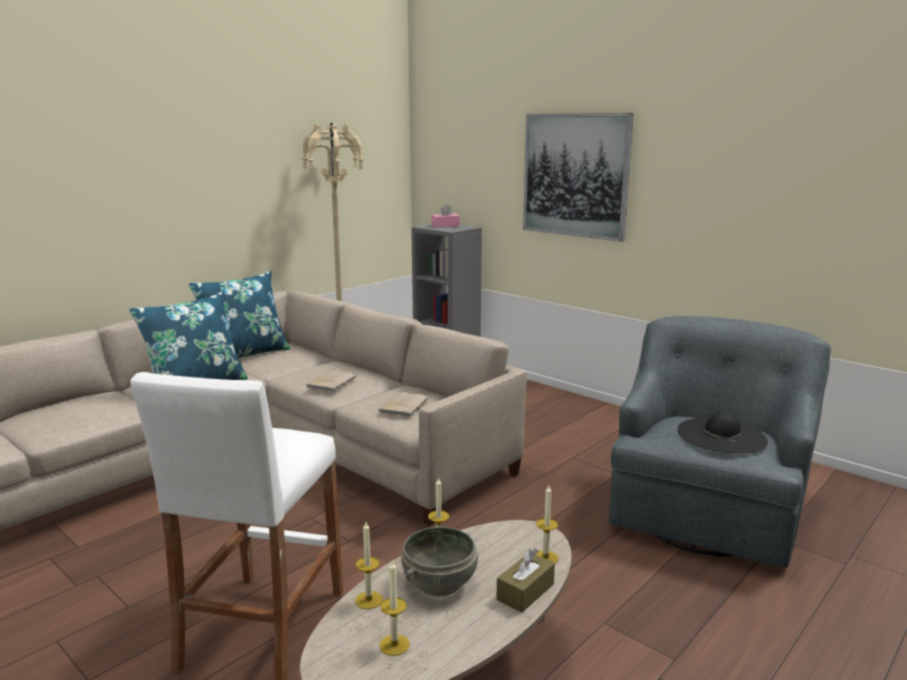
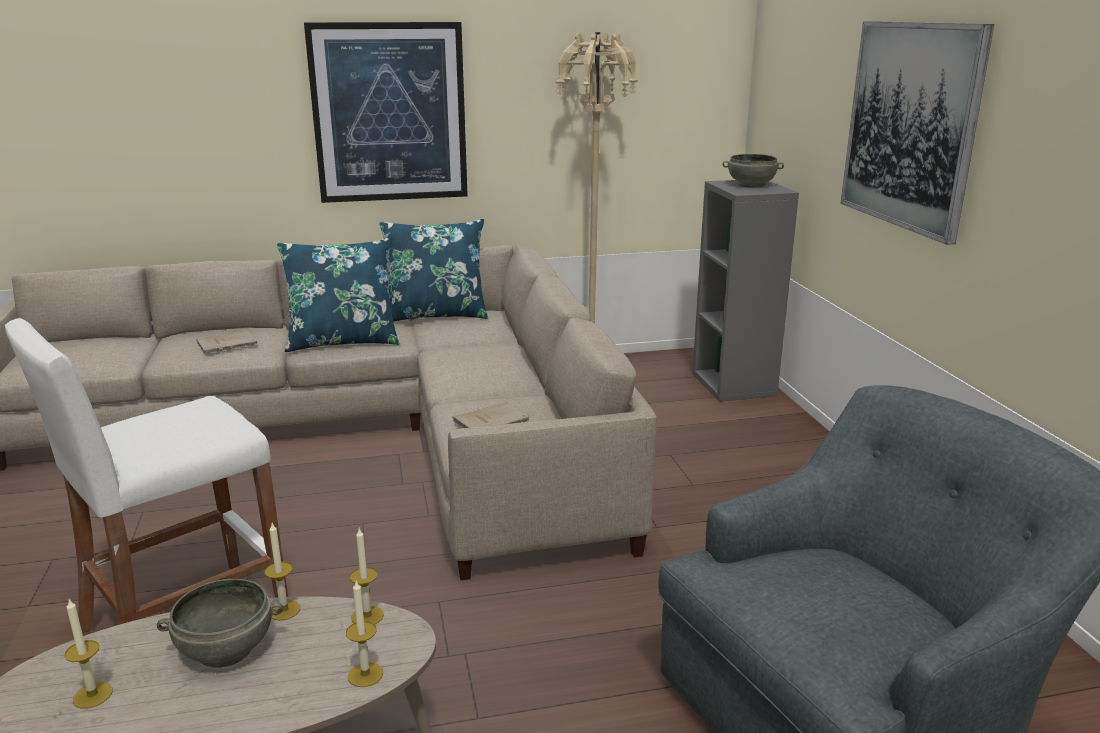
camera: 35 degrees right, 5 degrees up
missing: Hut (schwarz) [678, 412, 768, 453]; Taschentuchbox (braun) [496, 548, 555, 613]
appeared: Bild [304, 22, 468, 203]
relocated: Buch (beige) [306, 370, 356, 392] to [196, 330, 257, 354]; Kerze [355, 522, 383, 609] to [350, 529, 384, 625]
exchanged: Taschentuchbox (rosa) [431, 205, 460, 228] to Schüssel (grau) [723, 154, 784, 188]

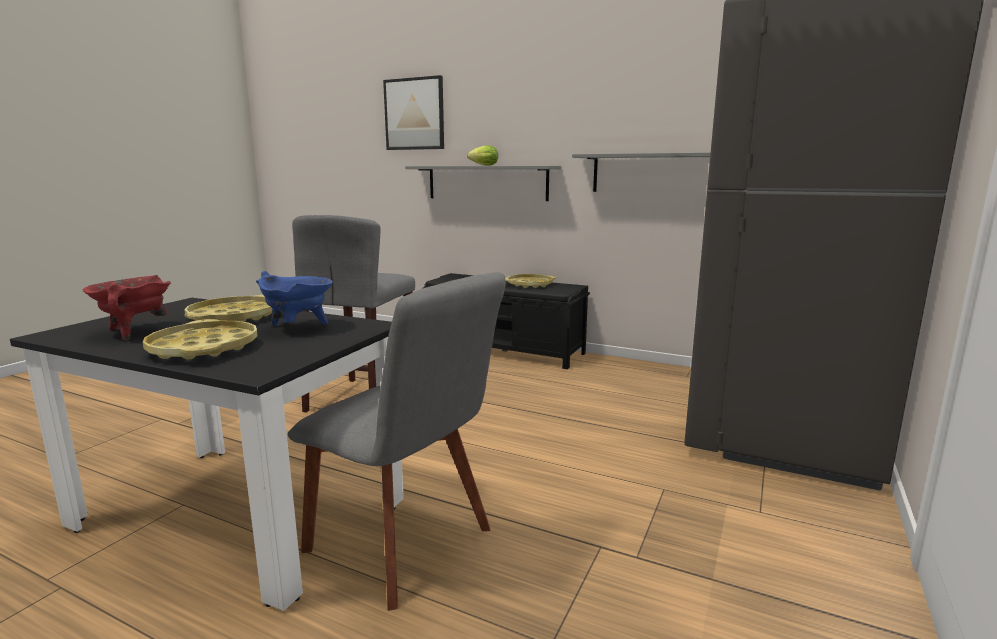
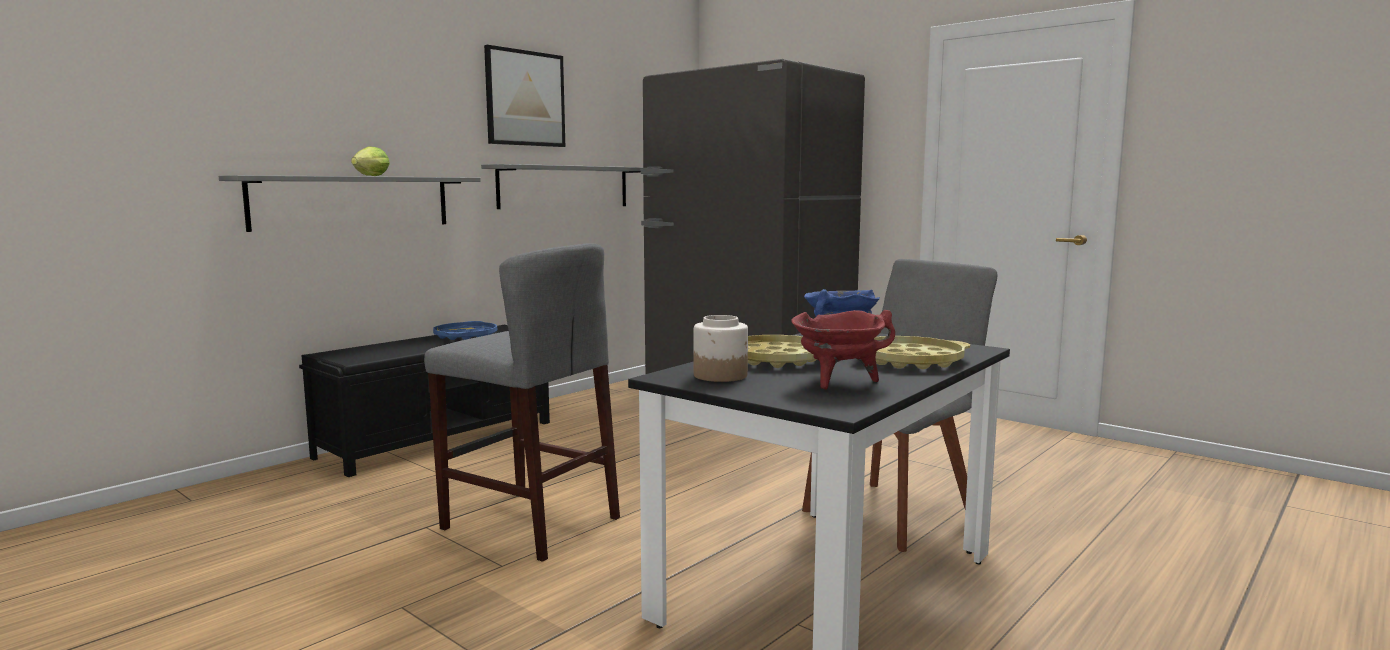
camera: 75 degrees left, 5 degrees down
appeared: Vorratsglas [694, 315, 748, 382]
relocated: Bild [383, 75, 444, 150] to [484, 45, 565, 147]
colour: Tablett (gelb) [505, 274, 556, 288] to Tablett (blau) [433, 321, 497, 340]

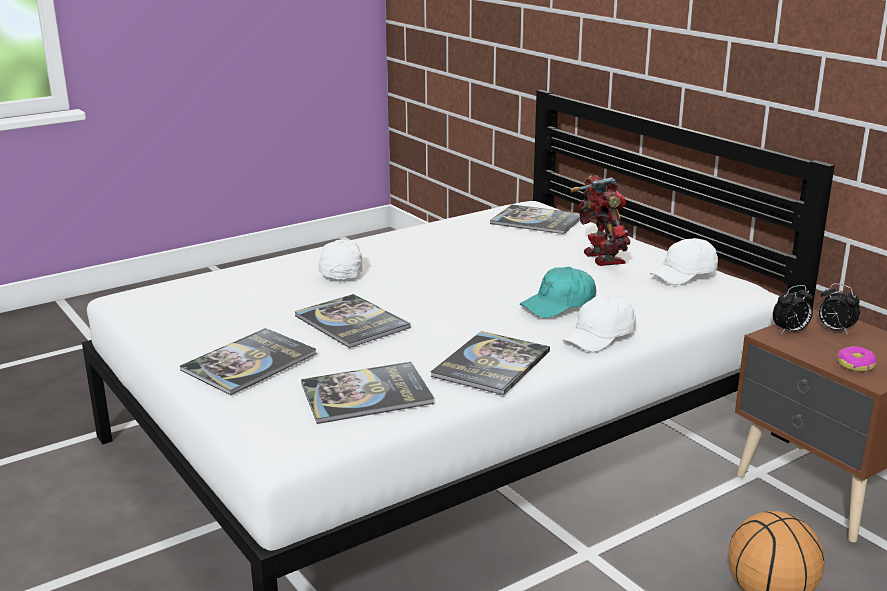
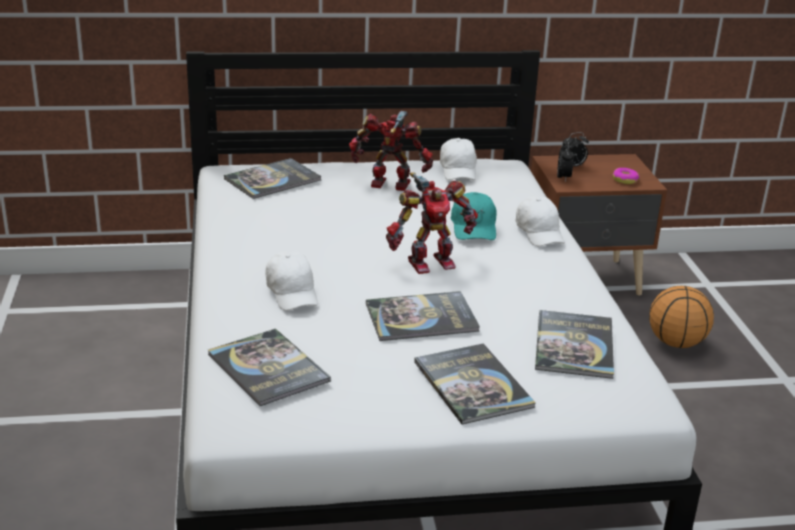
camera: 65 degrees left, 5 degrees up
appeared: Spielzeugroboter [386, 172, 478, 274]
relocated: Buch [430, 331, 550, 395] to [208, 329, 331, 406]
spun: Kappe (weiß) [319, 240, 362, 279] = [265, 251, 318, 311] 135 degrees counterclockwise

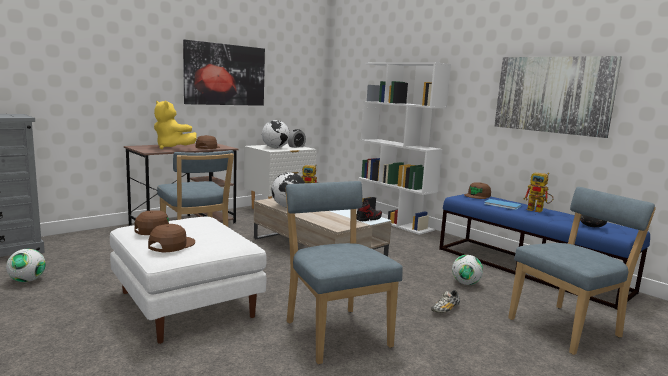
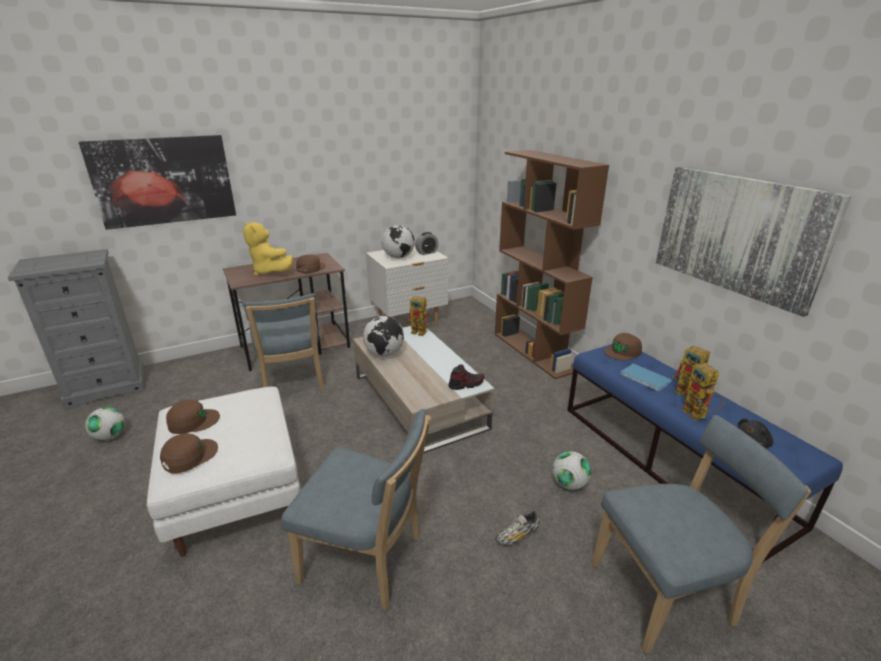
camera: 15 degrees right, 15 degrees up
appeared: Spielzeugroboter [681, 363, 725, 420]
relocated: Bild [183, 40, 265, 106] to [79, 135, 236, 230]
colour: Bücherregal (weiß) [358, 62, 451, 235] to Bücherregal (braun) [495, 150, 609, 379]
spun: Stuhl (blau) [286, 181, 403, 364] = [282, 409, 431, 611] 120 degrees clockwise

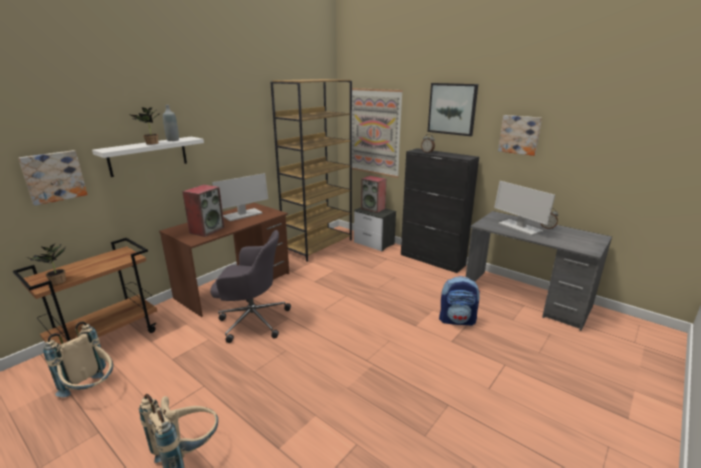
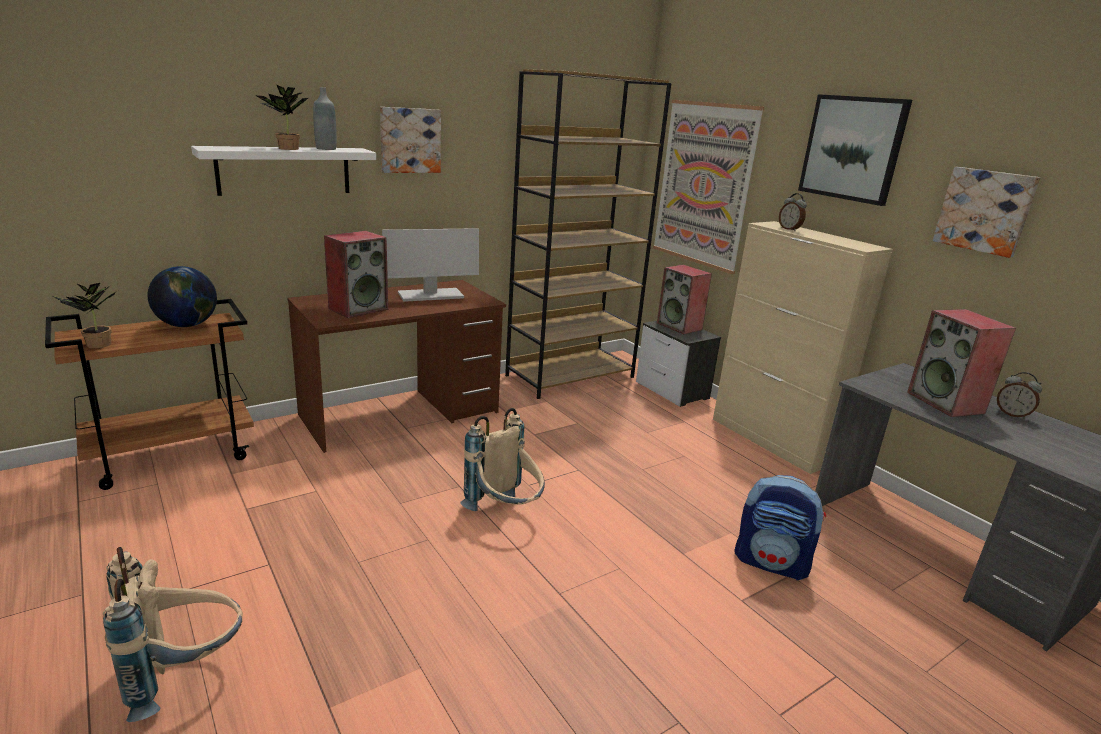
camera: 15 degrees right, 0 degrees up
missing: Bürostuhl (grau) [210, 230, 291, 343]
appeared: Globus [147, 266, 217, 327]
relocated: Bild [18, 150, 87, 206] to [380, 107, 441, 173]; Rucksack (beige) [43, 321, 113, 397] to [460, 408, 545, 511]
exchanged: Monitor [494, 181, 555, 236] to Lautsprecher [907, 309, 1016, 417]
colour: Schrank (schwarz) [401, 148, 479, 273] to Schrank (beige) [713, 221, 893, 474]

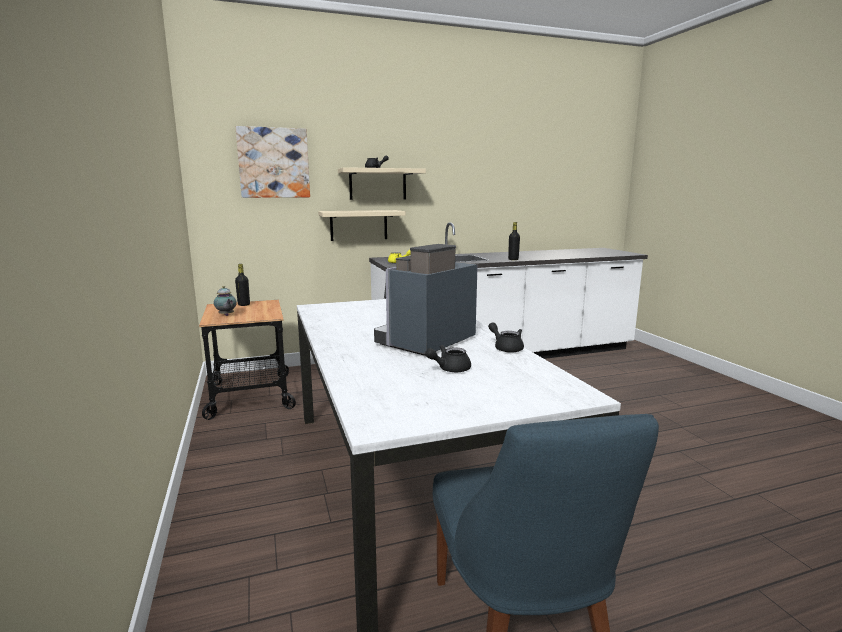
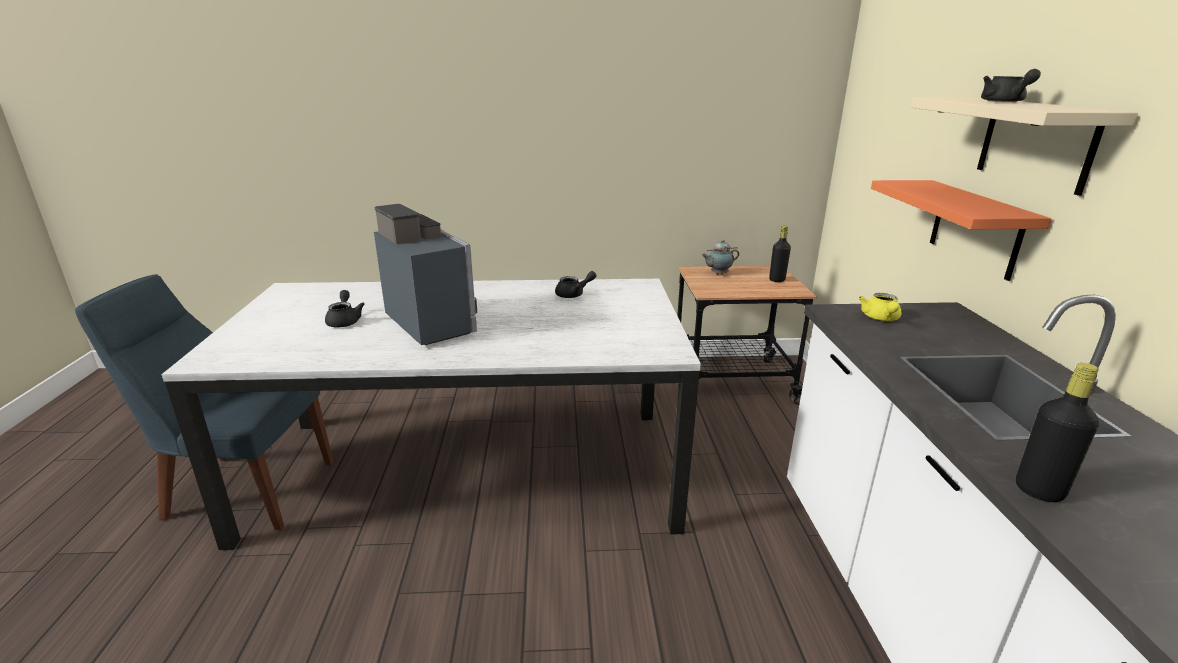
camera: 105 degrees right, 10 degrees up
missing: Bild [236, 126, 310, 198]
relocated: Teekanne (schwarz) [488, 322, 524, 353] to [555, 271, 597, 298]
colour: Wandregal (beige) [318, 210, 406, 241] to Wandregal (orange) [871, 180, 1051, 281]

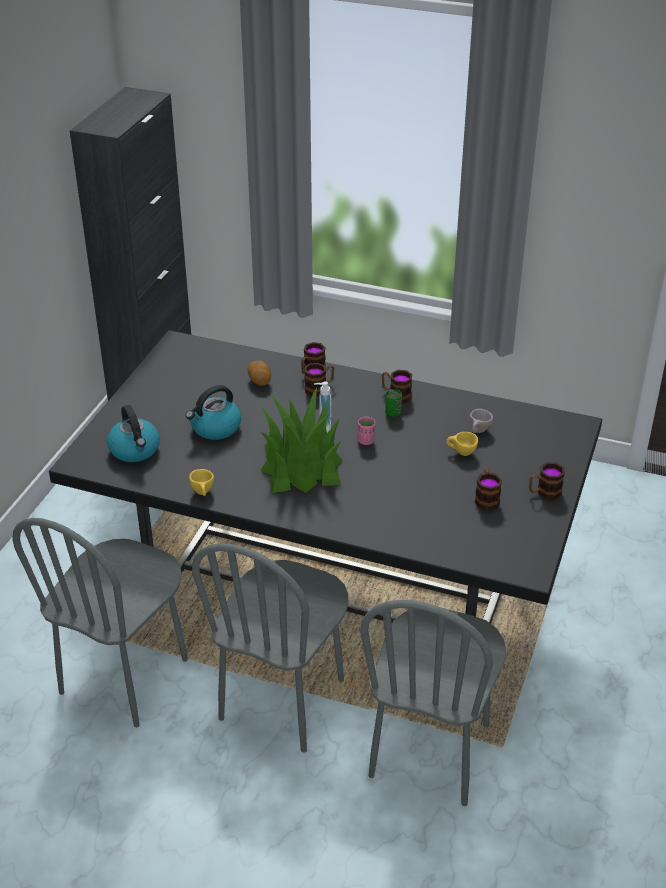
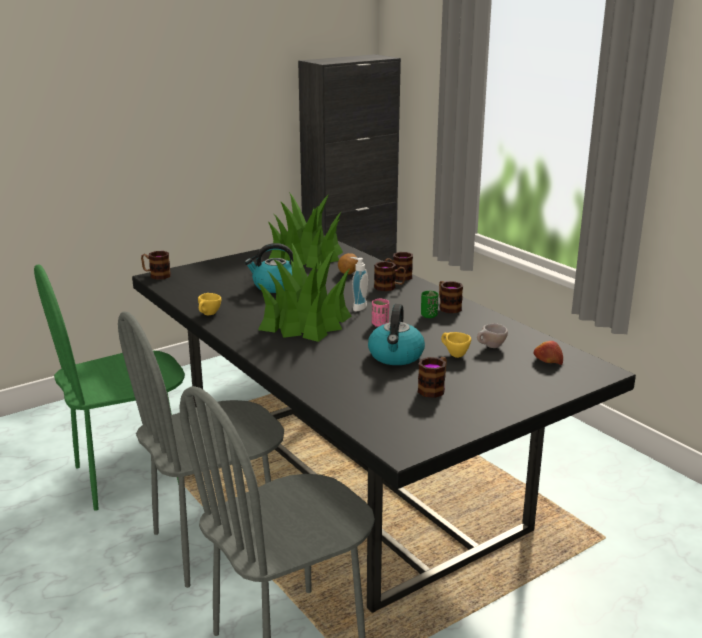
camera: 35 degrees right, 15 degrees down
appeared: Topfpflanze [268, 192, 343, 269]; Apfel [533, 341, 563, 365]
relocated: Wasserkessel [107, 405, 160, 462] to [368, 304, 425, 365]; Henkelbecher [529, 462, 565, 499] to [141, 251, 171, 280]
colour: Stuhl (grau) [12, 518, 188, 727] to Stuhl (grün) [34, 265, 185, 511]

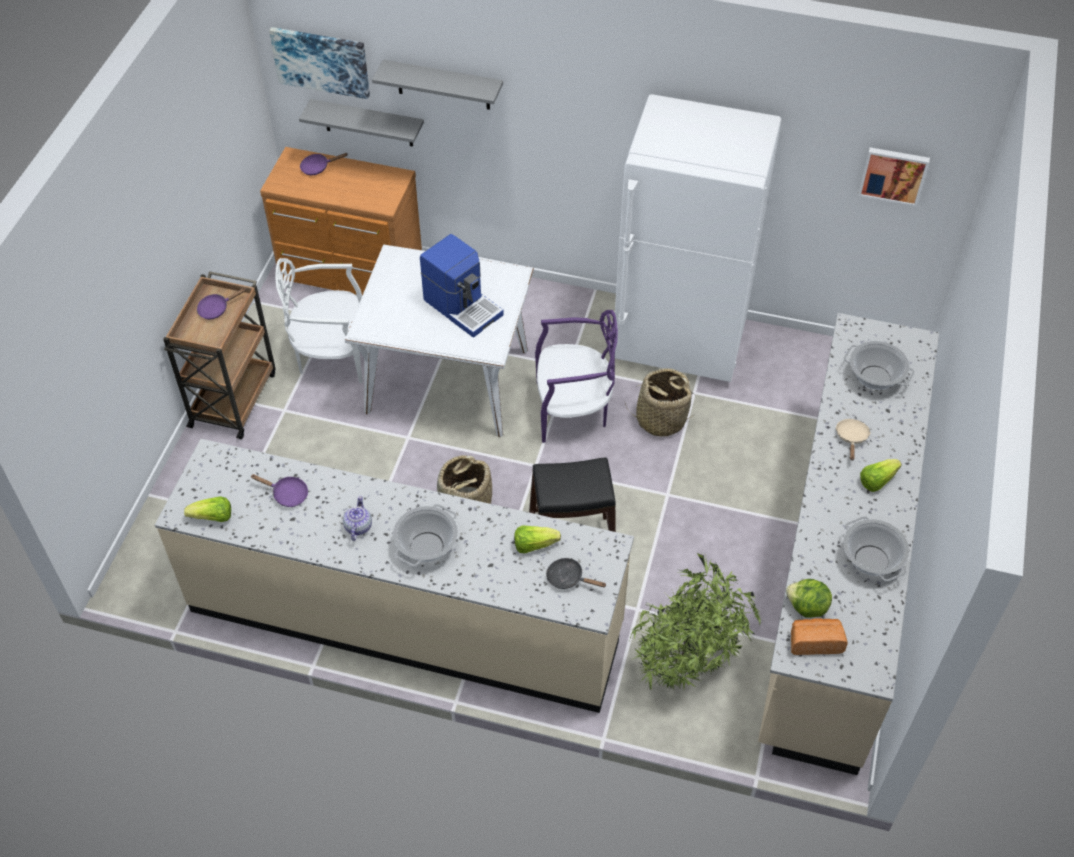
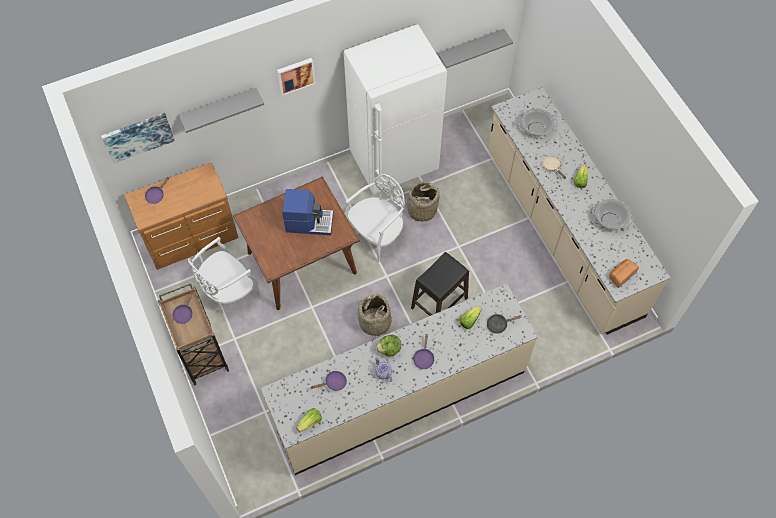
camera: 40 degrees left, 10 degrees up
missing: Topfpflanze [629, 553, 761, 690]
relocated: Wandregal (grau) [299, 99, 424, 147] to [438, 29, 513, 68]; Bild [858, 147, 930, 207] to [277, 58, 316, 96]; Salatkopf [786, 579, 832, 618] to [376, 335, 401, 356]
exchanged: Kochtopf [393, 504, 458, 567] to Pfanne (lila) [413, 334, 435, 369]
colour: Esstisch (weiß) [345, 244, 534, 437] to Esstisch (braun) [233, 176, 360, 310]; Stuhl (lila) [535, 310, 618, 443] to Stuhl (weiß) [345, 174, 405, 262]

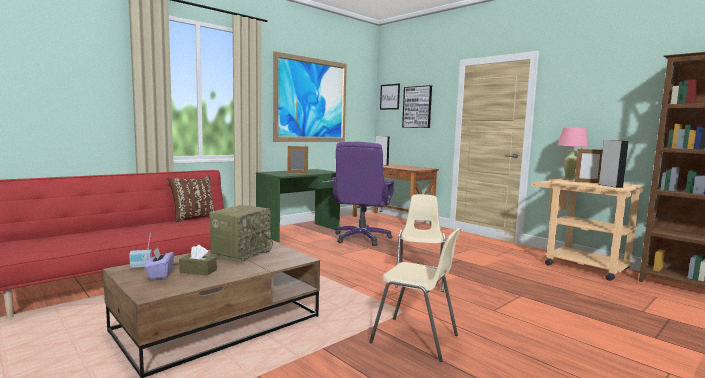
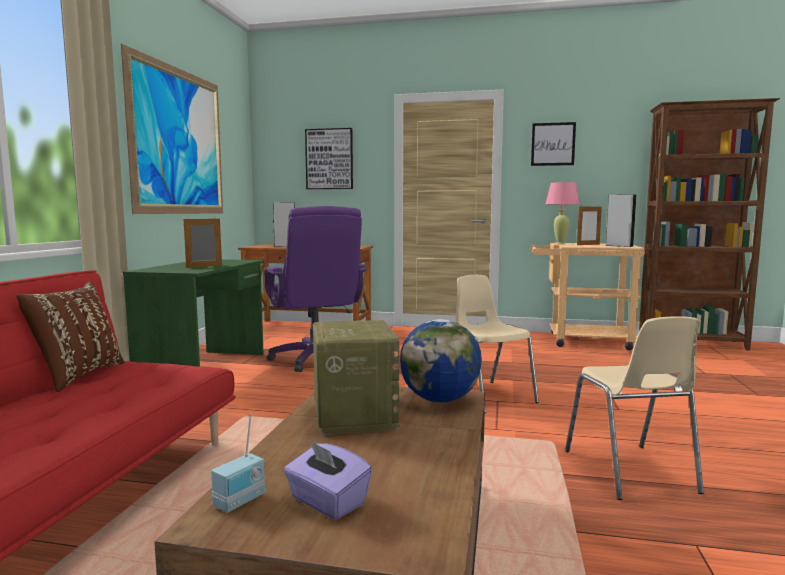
camera: 35 degrees left, 0 degrees up
missing: Taschentuchbox (braun) [179, 245, 217, 276]
appeared: Globus [400, 319, 482, 402]
relocated: Bild [380, 84, 400, 110] to [531, 122, 576, 166]
spun: Stuhl (beige) [369, 228, 461, 362] = [565, 316, 704, 500] 90 degrees clockwise

